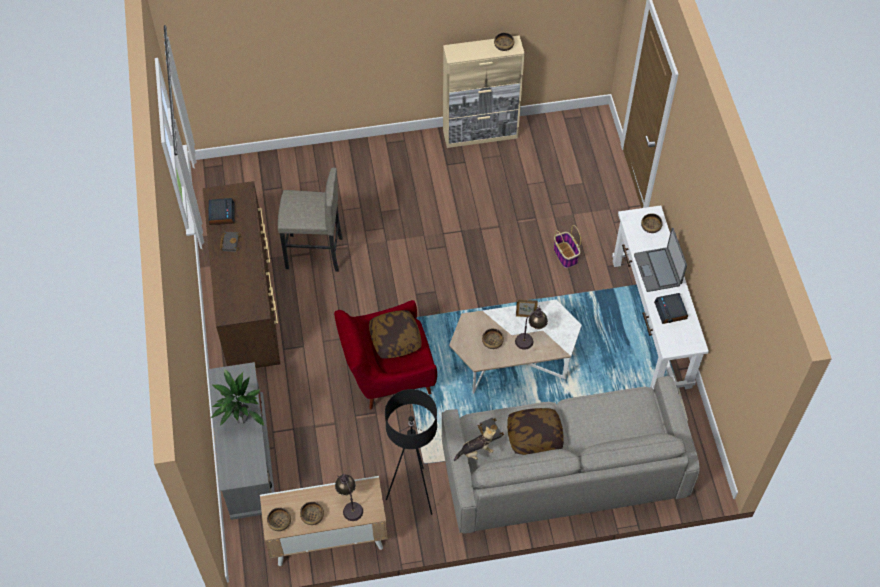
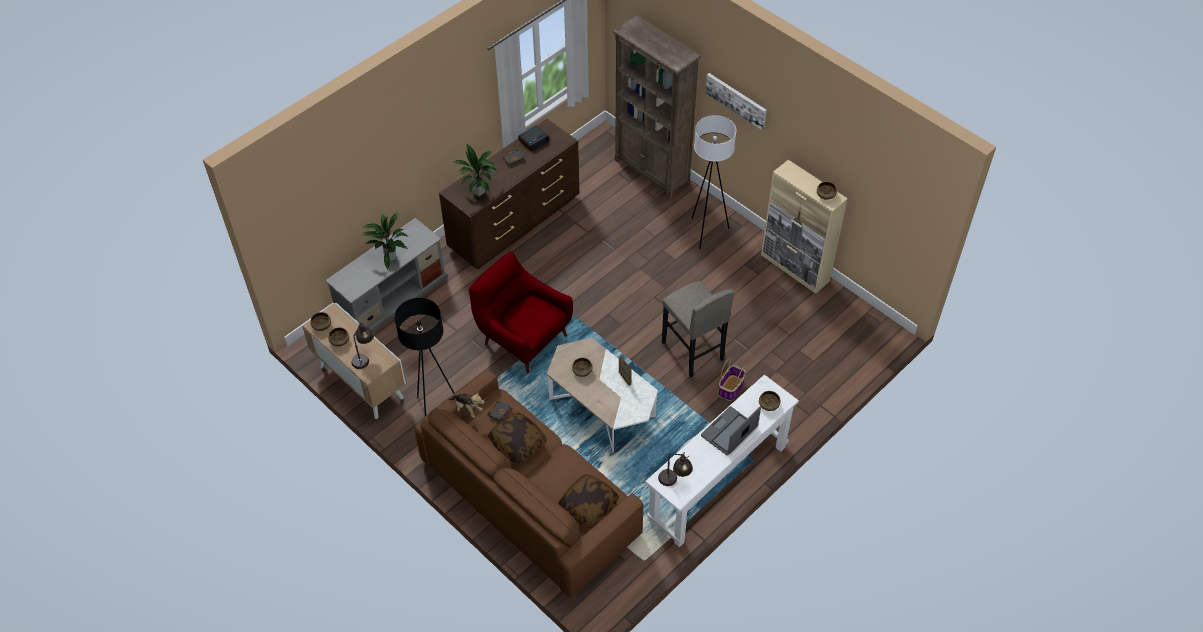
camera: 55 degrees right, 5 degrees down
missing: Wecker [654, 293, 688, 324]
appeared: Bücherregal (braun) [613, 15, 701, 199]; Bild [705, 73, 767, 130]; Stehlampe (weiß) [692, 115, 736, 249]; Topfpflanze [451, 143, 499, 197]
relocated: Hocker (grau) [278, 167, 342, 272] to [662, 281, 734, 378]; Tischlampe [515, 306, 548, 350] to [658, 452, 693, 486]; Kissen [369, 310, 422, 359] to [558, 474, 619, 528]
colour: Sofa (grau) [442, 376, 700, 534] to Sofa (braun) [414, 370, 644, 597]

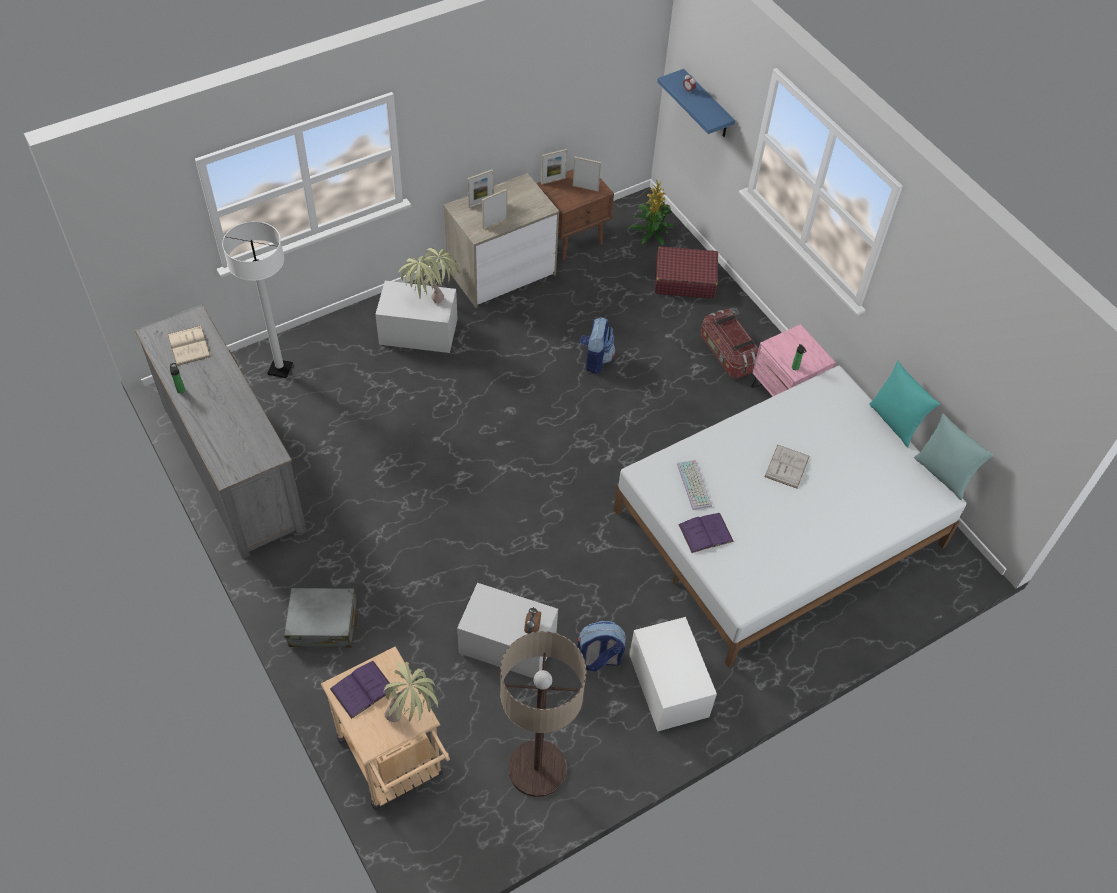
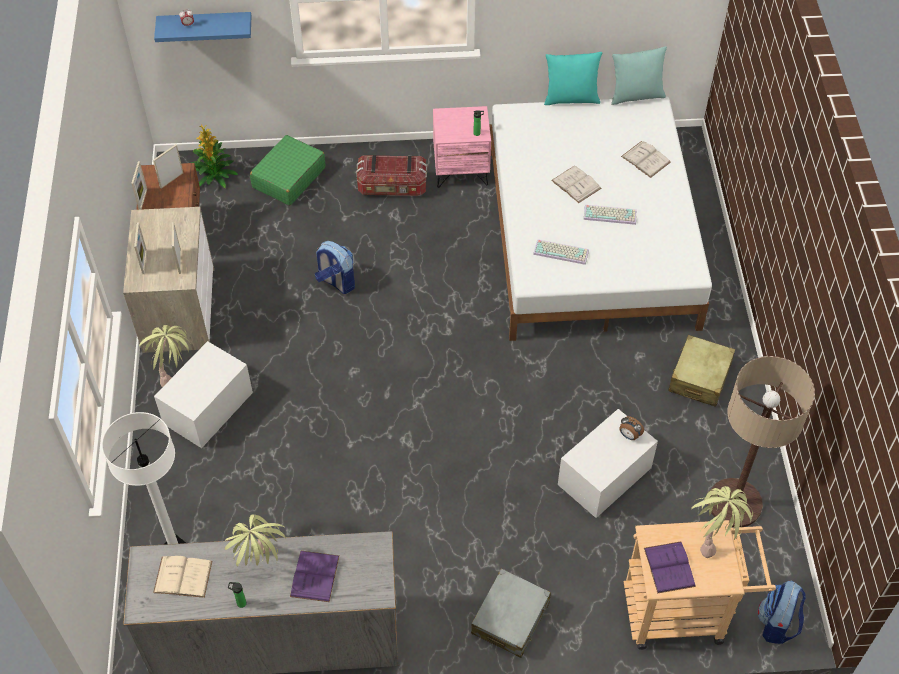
camera: 60 degrees left, 0 degrees up
appeared: Buch (weiß) [621, 141, 671, 178]; Tastatur [584, 205, 637, 225]
relocated: Topfpflanze [398, 256, 444, 303] to [225, 515, 287, 566]; Buch (lila) [678, 513, 734, 553] to [290, 551, 340, 602]; Rucksack [578, 621, 626, 672] to [758, 580, 806, 644]
exchanged: Aufbewahrungsbox (weiß) [629, 617, 717, 732] to Koffer (beige) [668, 335, 735, 407]
colour: Koffer (rot) [655, 246, 718, 299] to Koffer (grün) [250, 135, 325, 205]

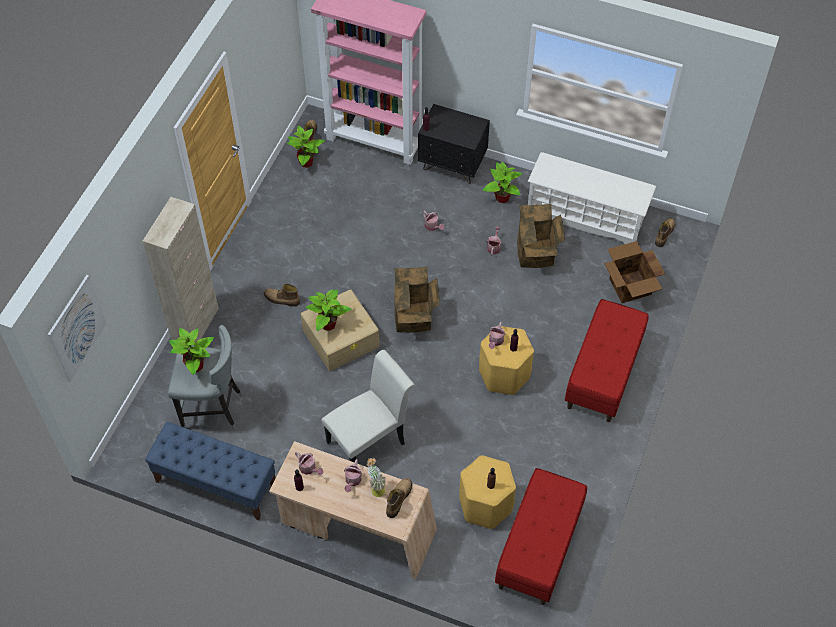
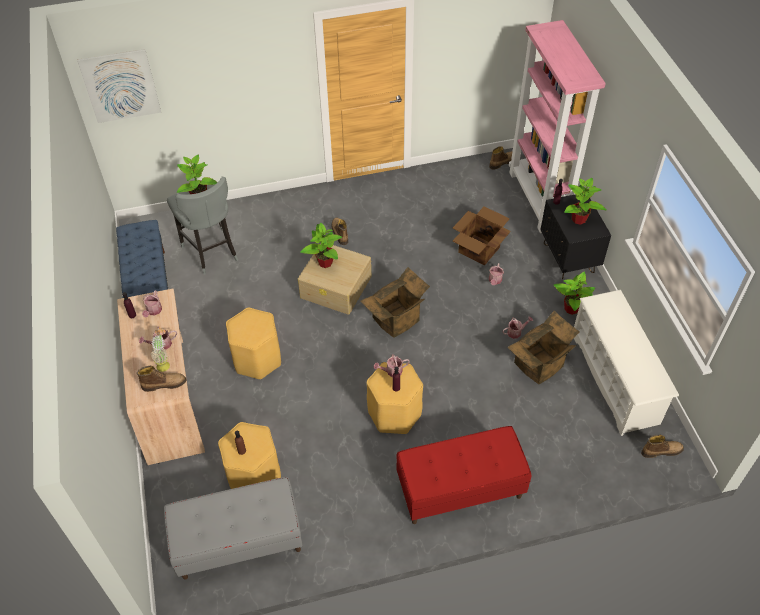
camera: 55 degrees right, 5 degrees down
missing: Schrank (beige) [143, 197, 219, 342]
relocated: Topfpflanze [287, 126, 325, 168] to [564, 178, 606, 225]; Karton [604, 241, 665, 303] to [453, 206, 511, 266]
exchanged: Stuhl (weiß) [321, 350, 415, 463] to Hocker (gelb) [226, 308, 281, 379]
colour: Bank (rot) [495, 468, 587, 605] to Bank (grau) [164, 477, 303, 580]

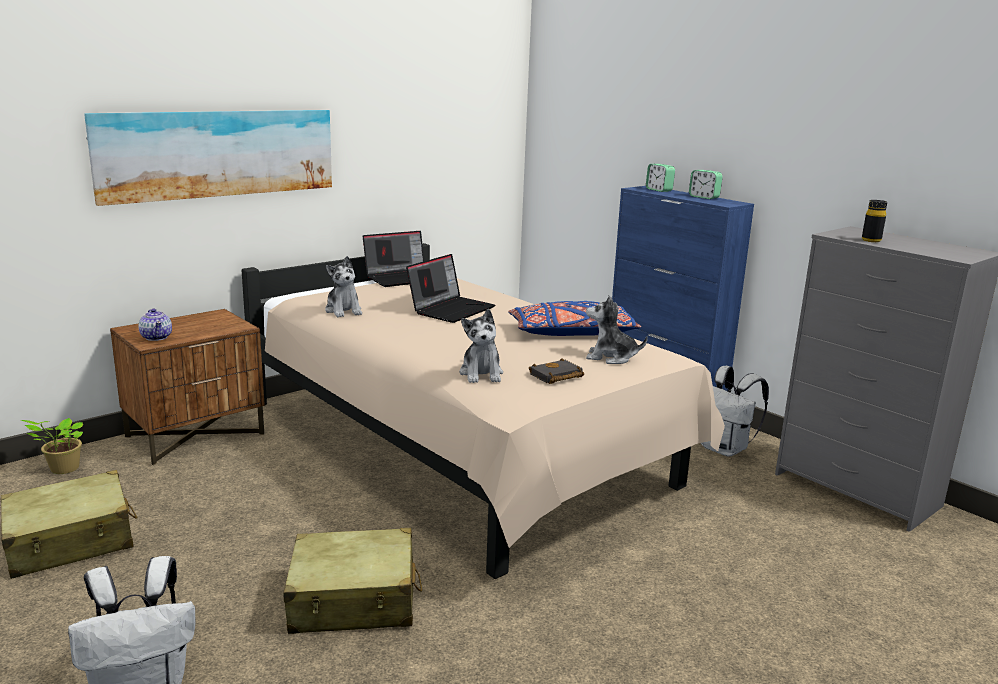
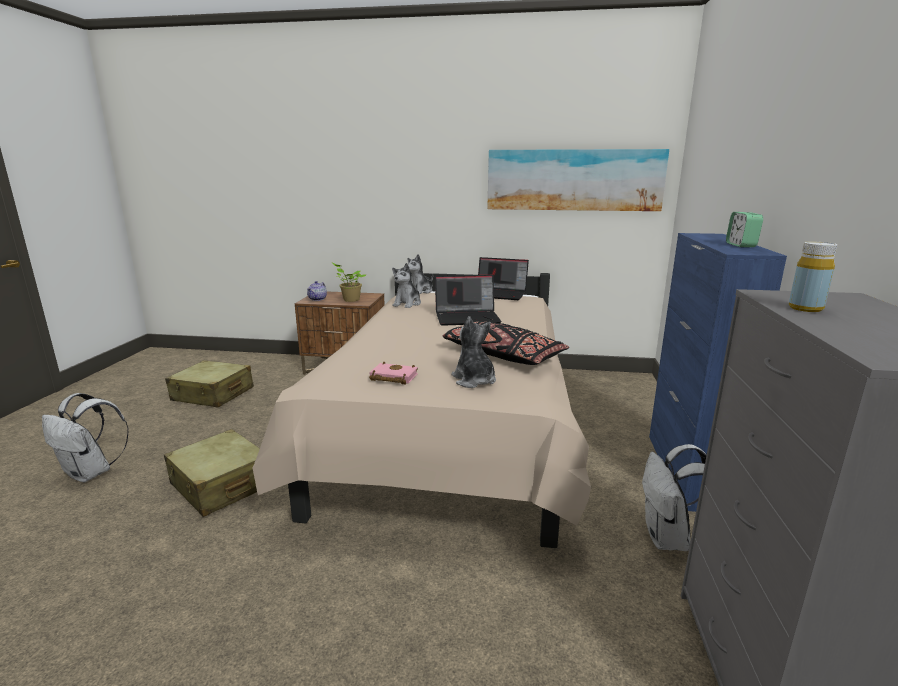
camera: 50 degrees right, 0 degrees up
missing: Wecker [646, 164, 675, 192]
relocated: Bild [84, 110, 332, 206] to [488, 149, 669, 211]; Plüschtier [460, 309, 503, 383] to [408, 254, 433, 294]; Topfpflanze [21, 418, 83, 474] to [331, 262, 366, 302]
colour: Flasche (schwarz) [862, 200, 887, 242] to Flasche (gelb) [789, 242, 837, 312]; Kissen (blau) [508, 301, 641, 336] to Kissen (schwarz) [443, 321, 569, 365]; Buch (schwarz) [529, 358, 584, 384] to Buch (rosa) [369, 362, 418, 385]

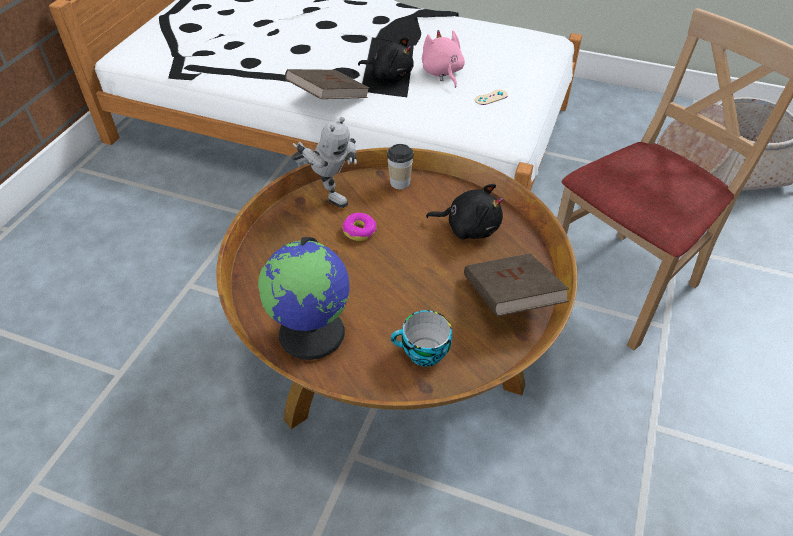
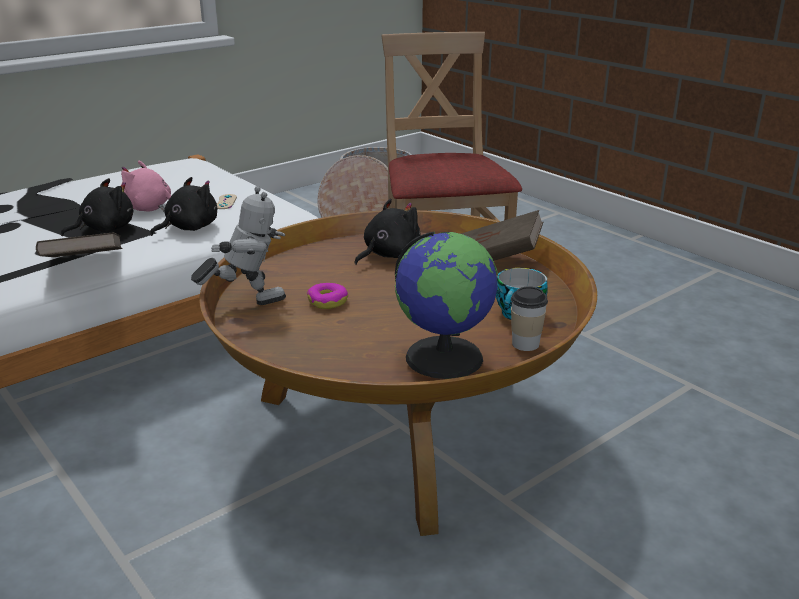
camera: 60 degrees left, 20 degrees down
appeared: Plüschtier (schwarz) [150, 177, 218, 236]
relocated: Tasse [387, 144, 414, 189] to [511, 286, 548, 351]

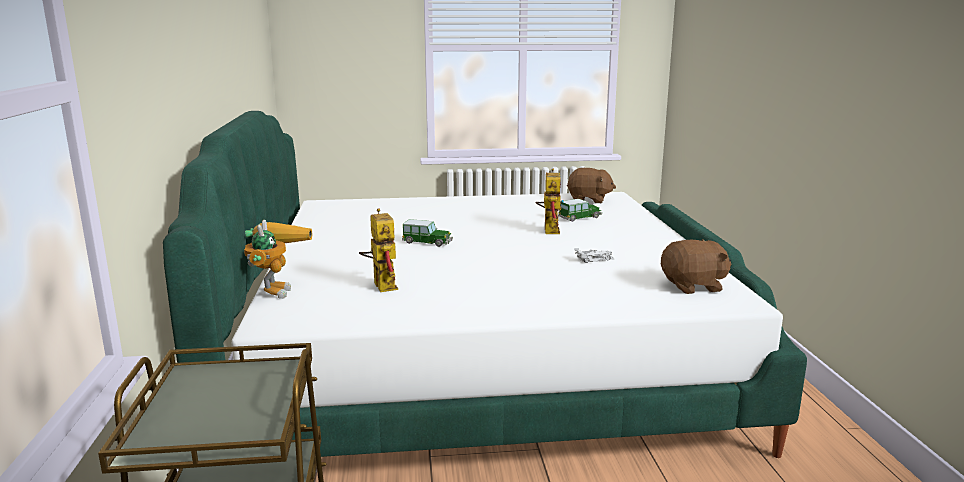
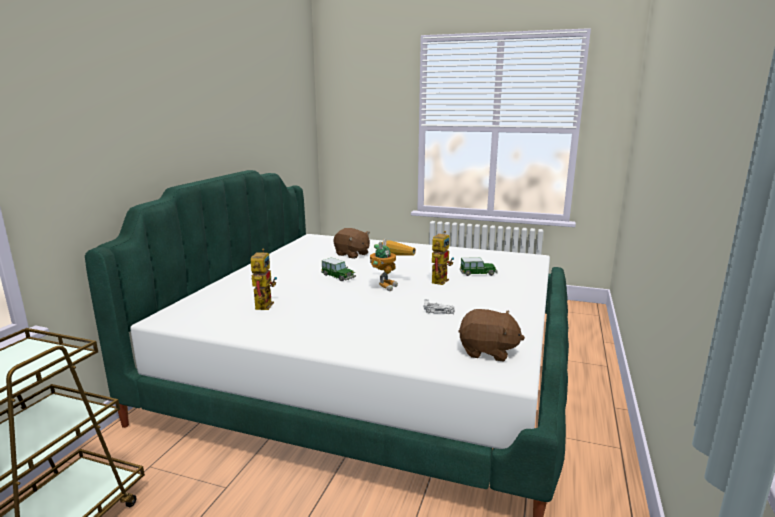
camera: 25 degrees right, 0 degrees up
relocated: Plüschtier (braun) [567, 168, 616, 203] to [334, 228, 370, 259]; Spielzeugroboter [244, 220, 312, 299] to [370, 239, 416, 291]

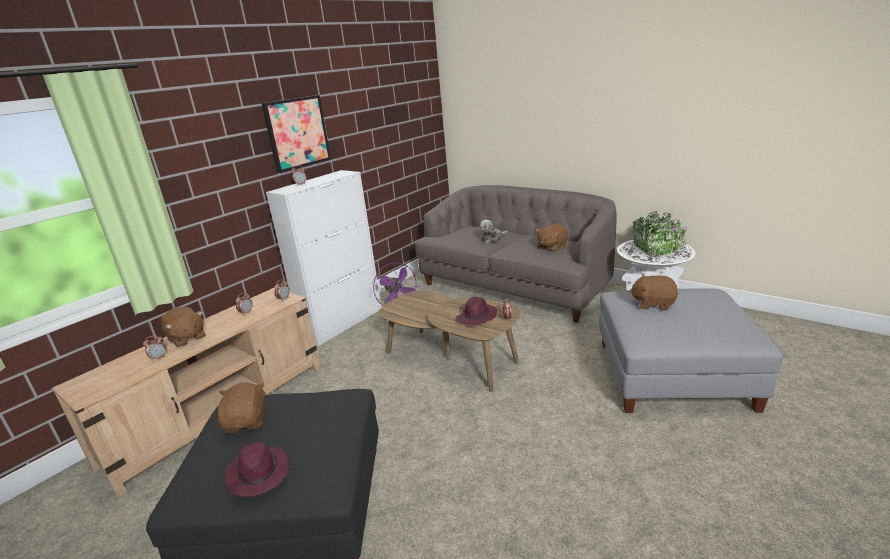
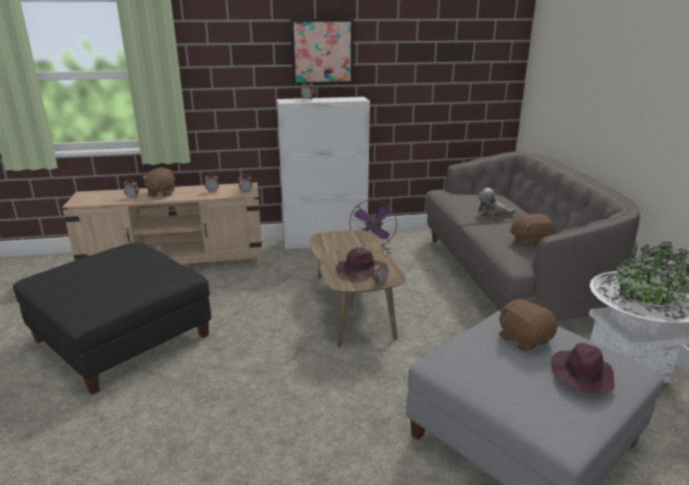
camera: 40 degrees right, 0 degrees up
missing: Plüschtier (braun) [218, 383, 266, 434]
relocated: Hut (lila) [225, 442, 289, 497] to [551, 343, 615, 394]

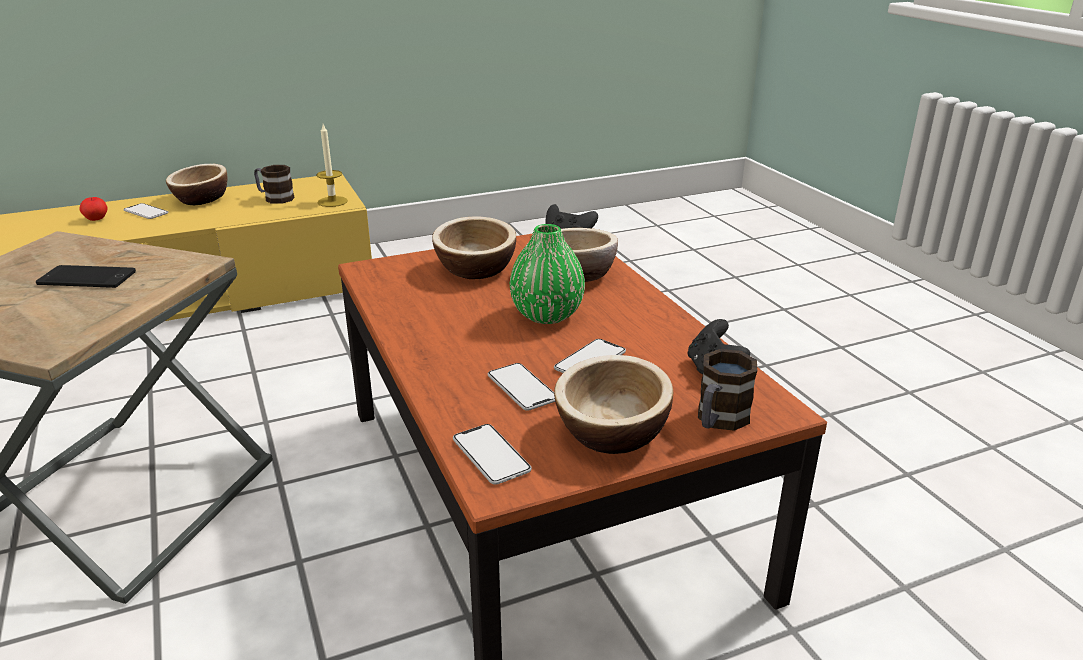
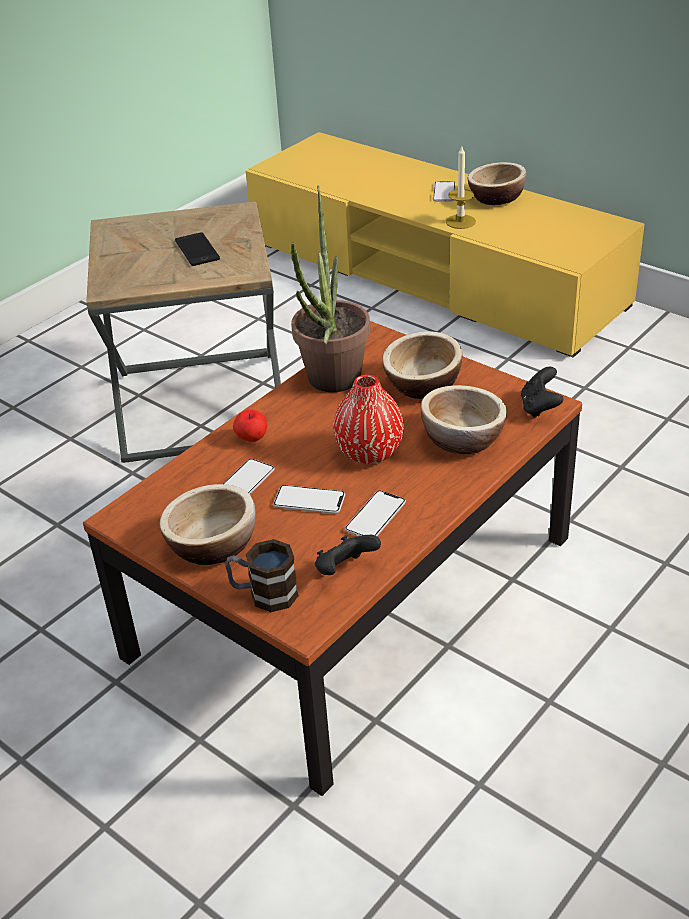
camera: 65 degrees right, 10 degrees up
missing: Henkelbecher [254, 165, 295, 204]
appeared: Topfpflanze [291, 185, 370, 392]
relocated: Kerze [316, 124, 348, 207] to [446, 146, 476, 229]; Apfel [79, 197, 108, 221] to [233, 410, 267, 442]; Handy [453, 424, 532, 485] to [345, 490, 406, 536]
colour: Vase (grün) [510, 224, 585, 324] to Vase (rot) [333, 375, 404, 464]

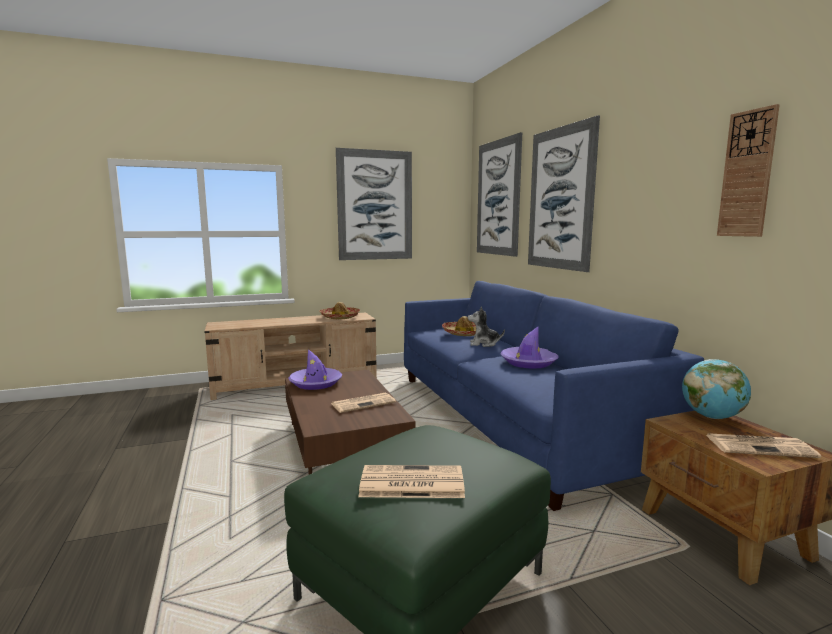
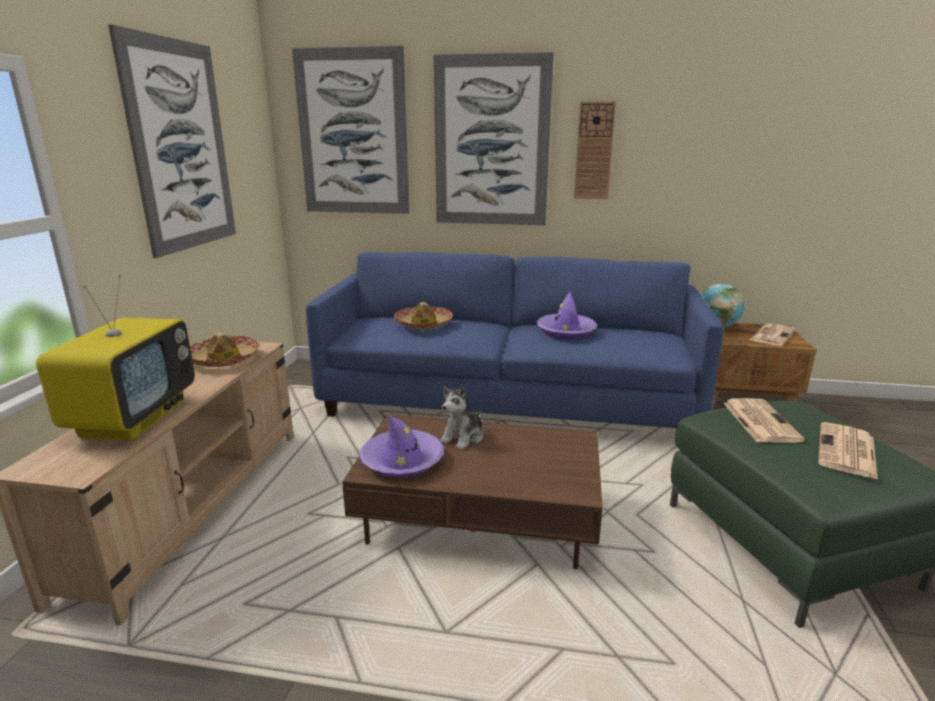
camera: 60 degrees left, 10 degrees up
appeared: Fernseher [36, 274, 195, 441]
relocated: Wanduhr [717, 104, 780, 237] to [574, 101, 616, 199]; Plüschtier [468, 306, 505, 347] to [440, 384, 483, 450]; Zeitung [331, 393, 396, 413] to [723, 398, 805, 443]

